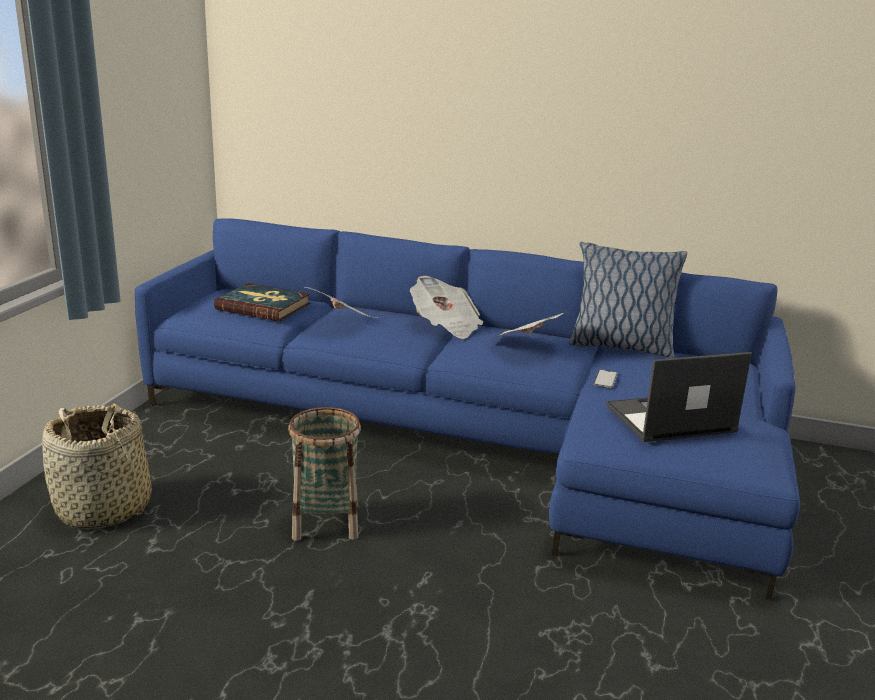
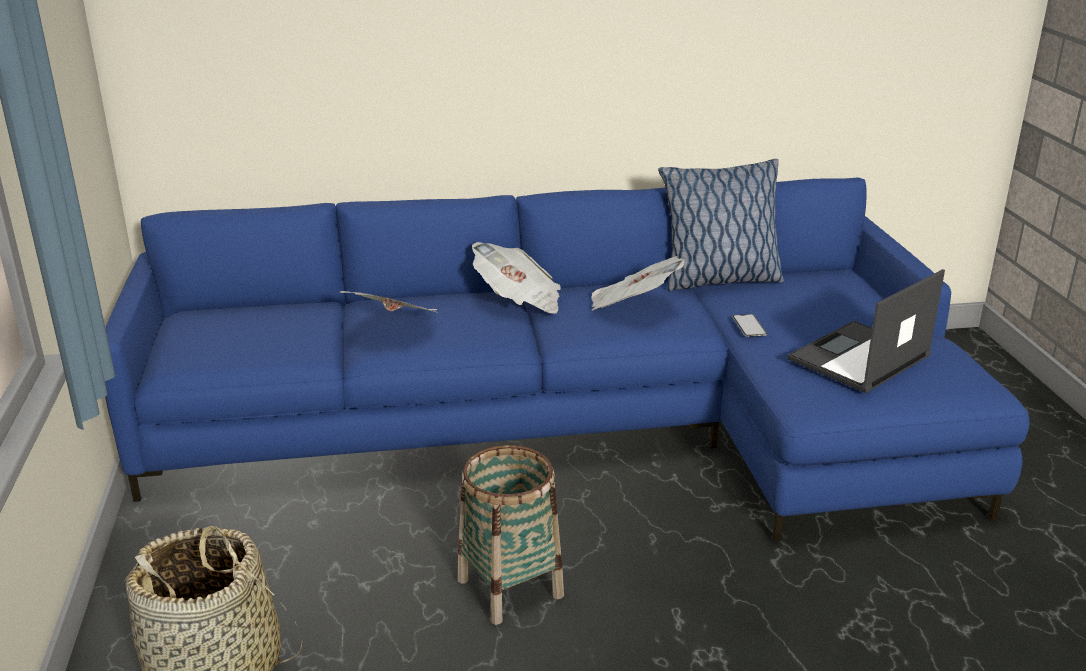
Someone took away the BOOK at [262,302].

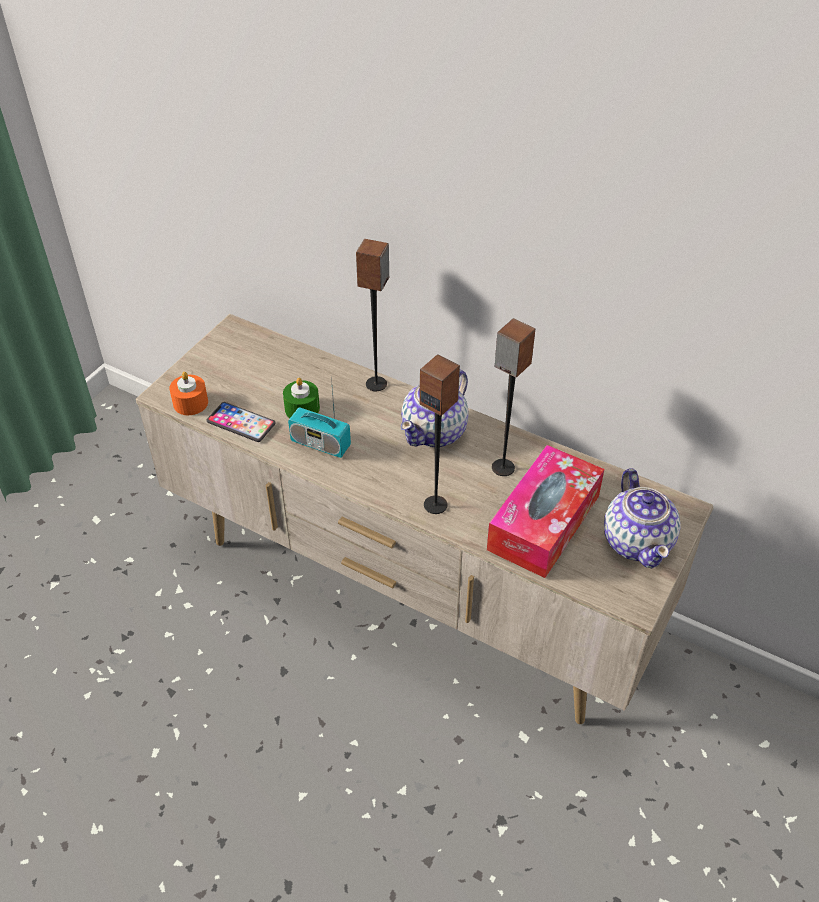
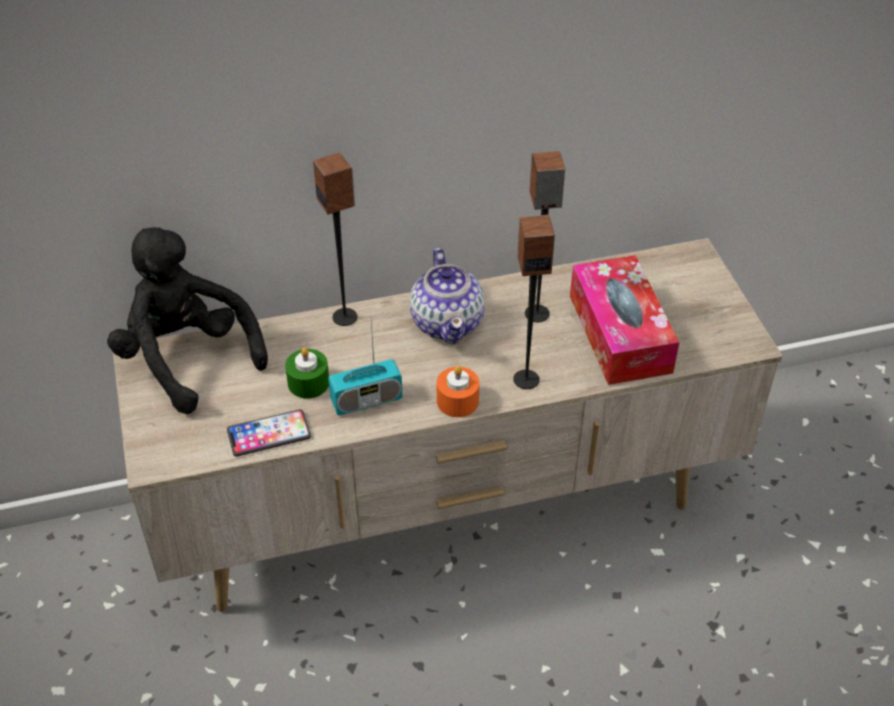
Someone put down the BLACK PLUSH TOY at [187,320].
Someone carried the ORANGE CANDLE from [188,393] to [458,391].
Someone took away the TEAPOT at [642,518].

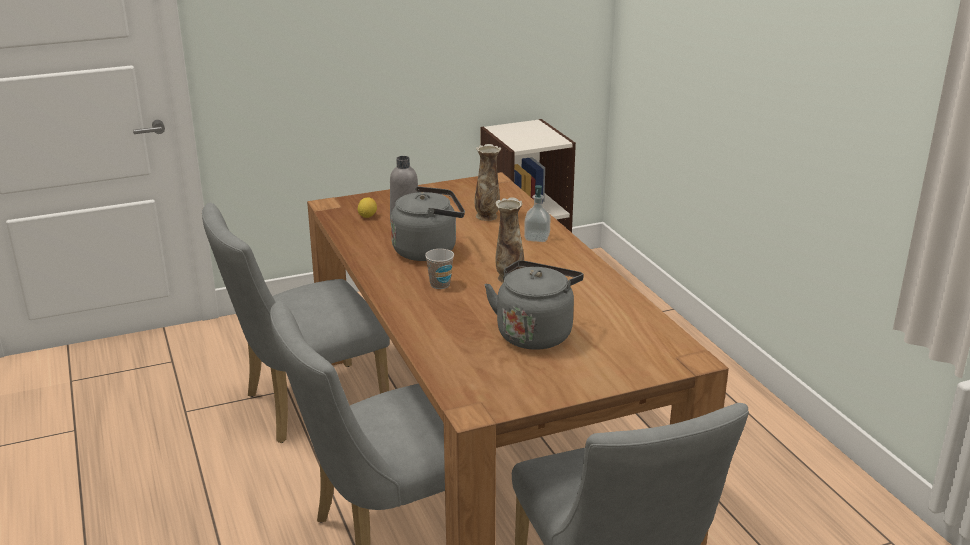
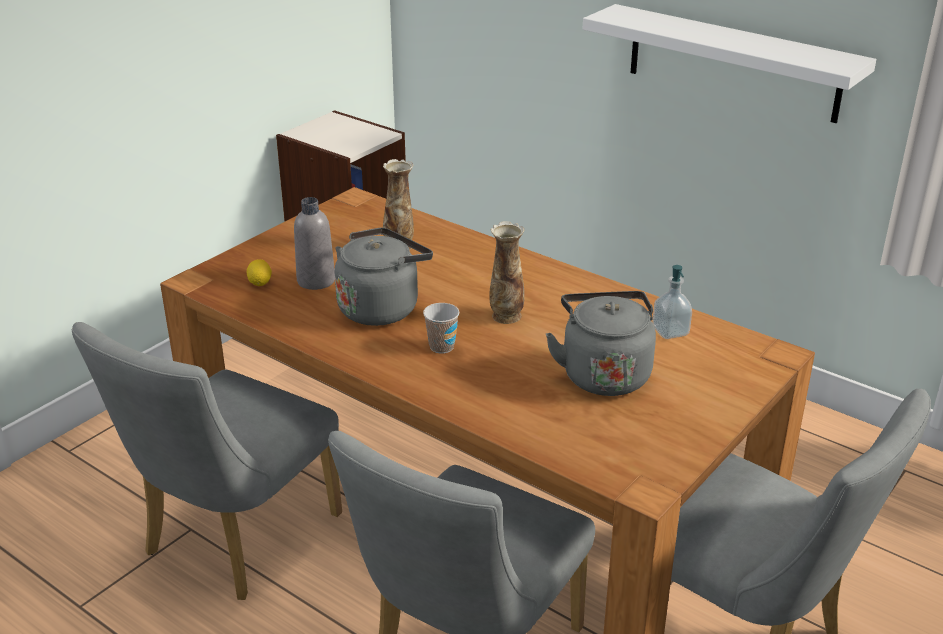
Someone put up the WHITE SHELF at [729,63].
Someone carried the SOAP DISPENSER from [537,213] to [672,302].

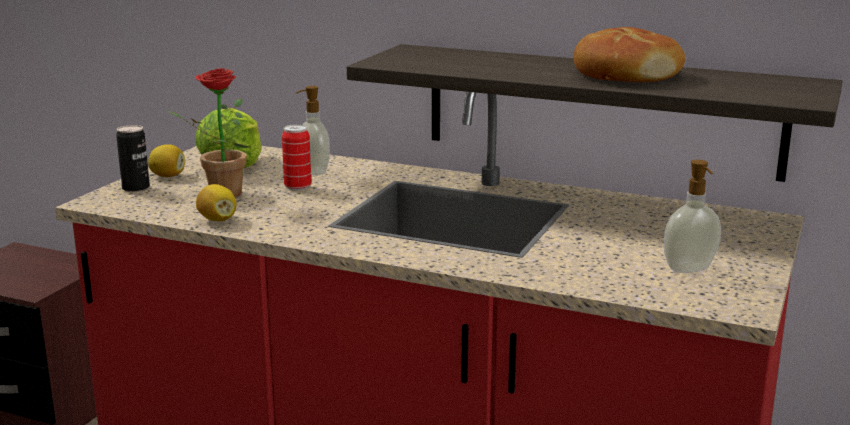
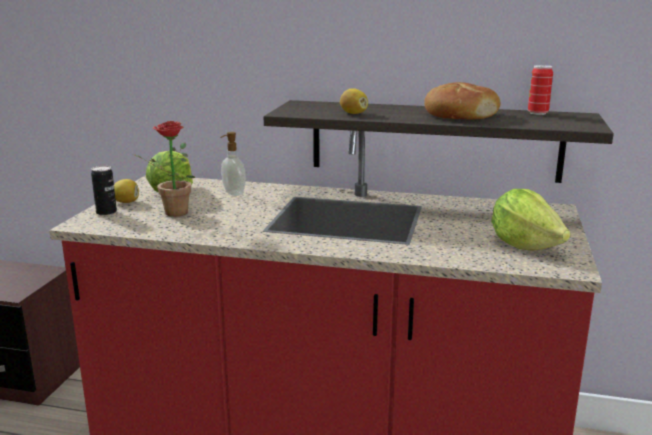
Someone carried the LEMON from [216,202] to [354,101].
Someone swapped the SOAP DISPENSER at [692,216] for the LETTUCE at [531,220].
Someone carried the CAN from [296,157] to [540,90].

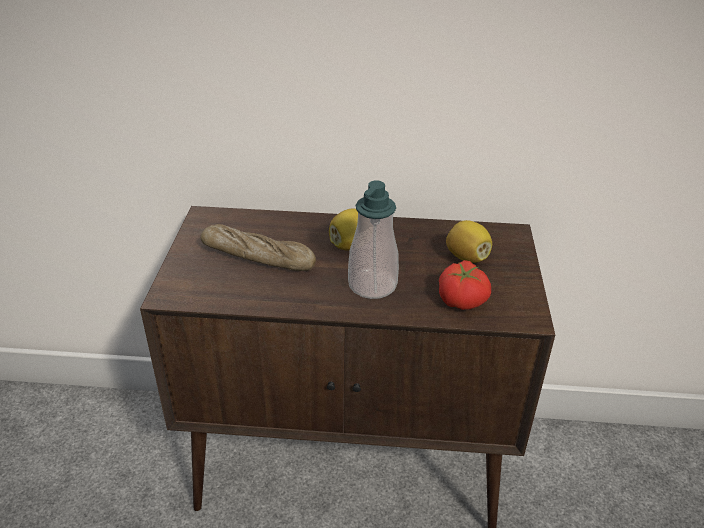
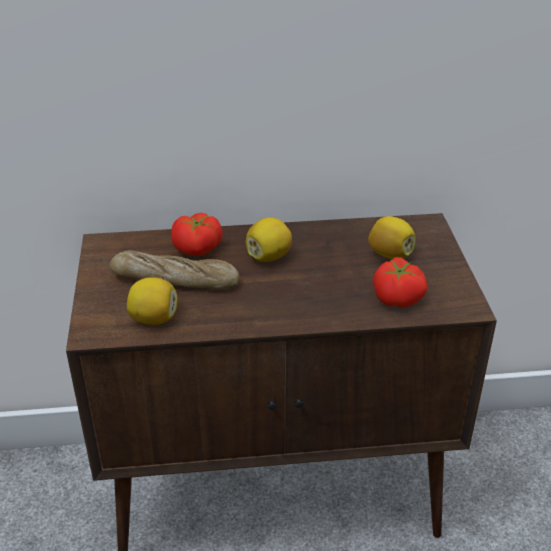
Someone put down the LEMON at [152,301].
Someone put down the TOMATO at [197,234].
Someone took away the SOAP DISPENSER at [373,240].

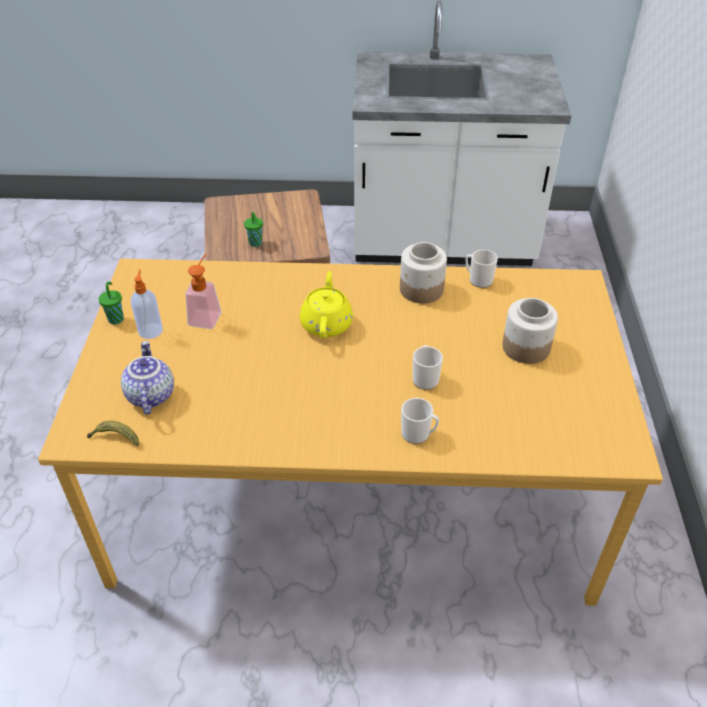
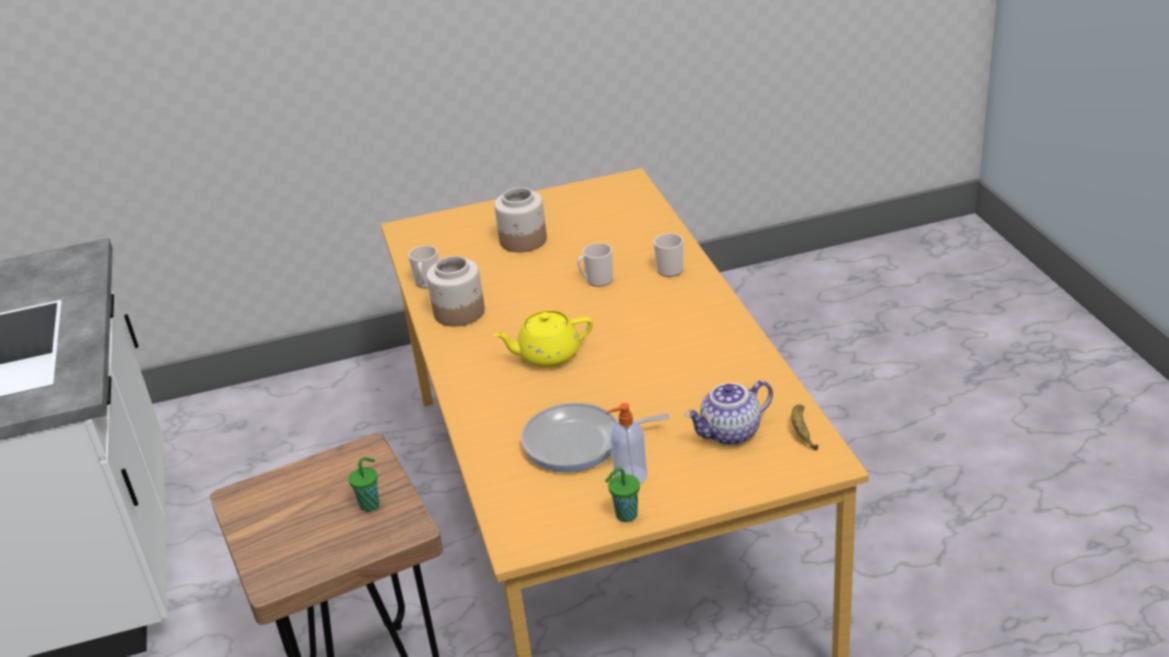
Someone swapped the SOAP DISPENSER at [203,291] for the FRYING PAN at [595,437].

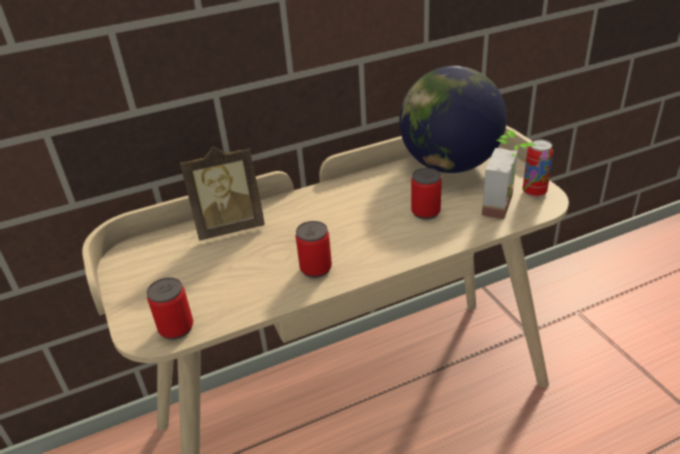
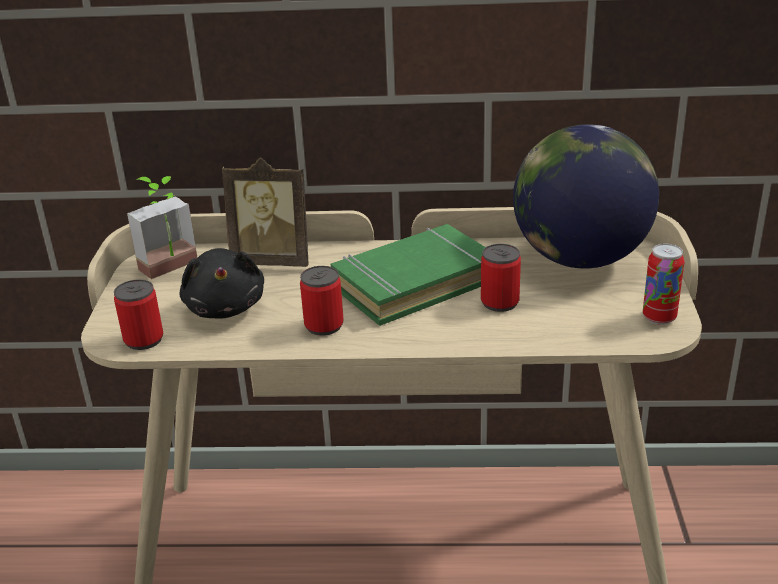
Someone carried the POTTED PLANT from [509,175] to [162,227].
Someone put down the BLACK PLUSH TOY at [222,283].
Someone put down the GREEN BOOK at [408,275].

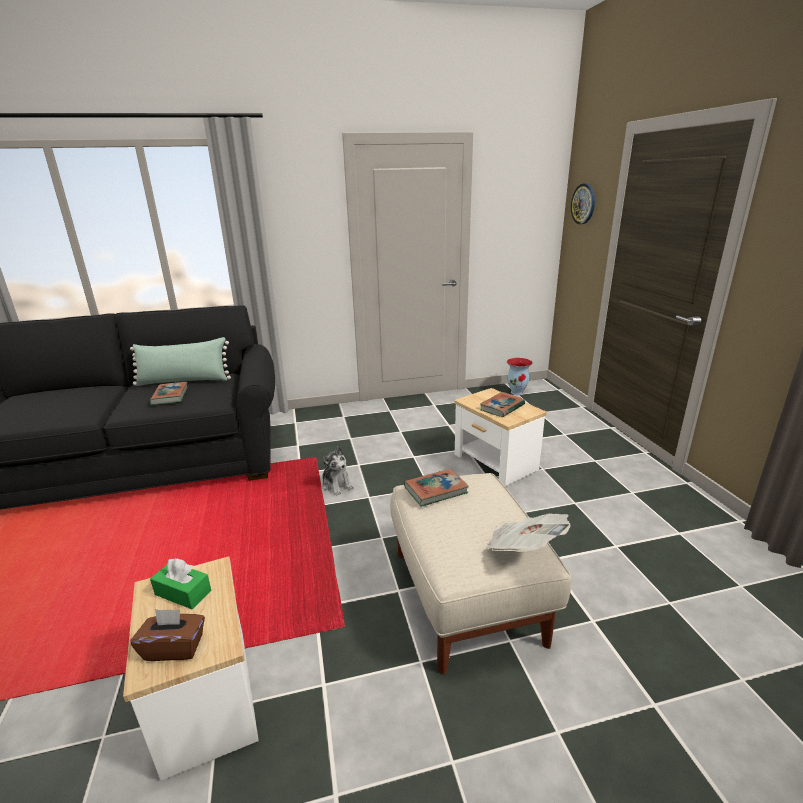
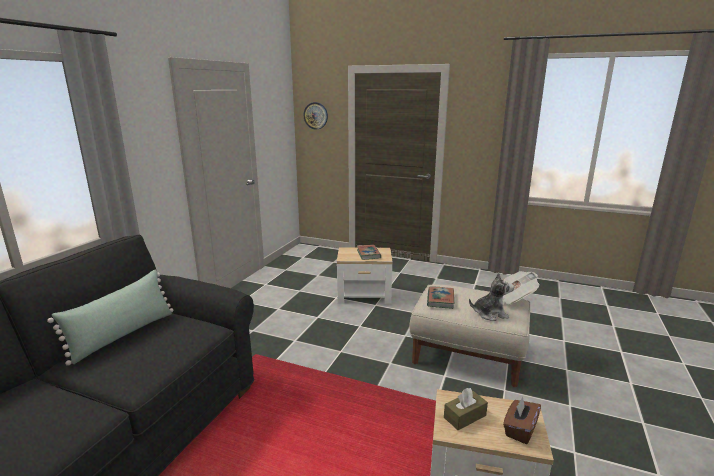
Someone repainted the GREEN TISSUE BOX at [180,583], which became the BROWN TISSUE BOX at [466,409].
Someone carried the PLUSH TOY from [338,471] to [491,296].
Someone took away the BOOK at [168,393].
Someone took away the VASE at [520,376].

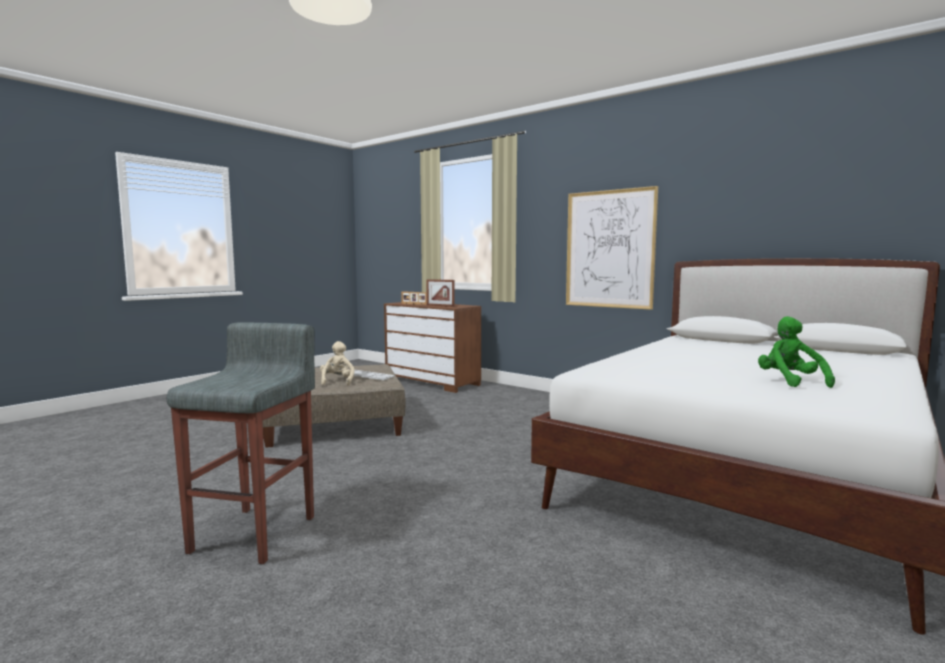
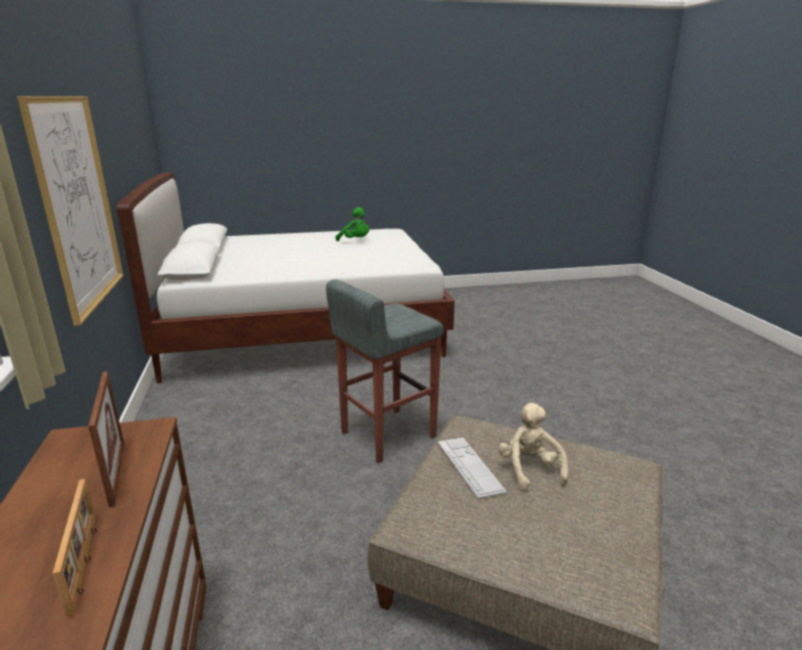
Someone carried the GREY STOOL from [241,443] to [385,371].
Someone rotated the GREEN PLUSH TOY at [796,352] by 90 degrees counterclockwise.
Someone rotated the BEIGE PLUSH TOY at [337,363] by 135 degrees clockwise.

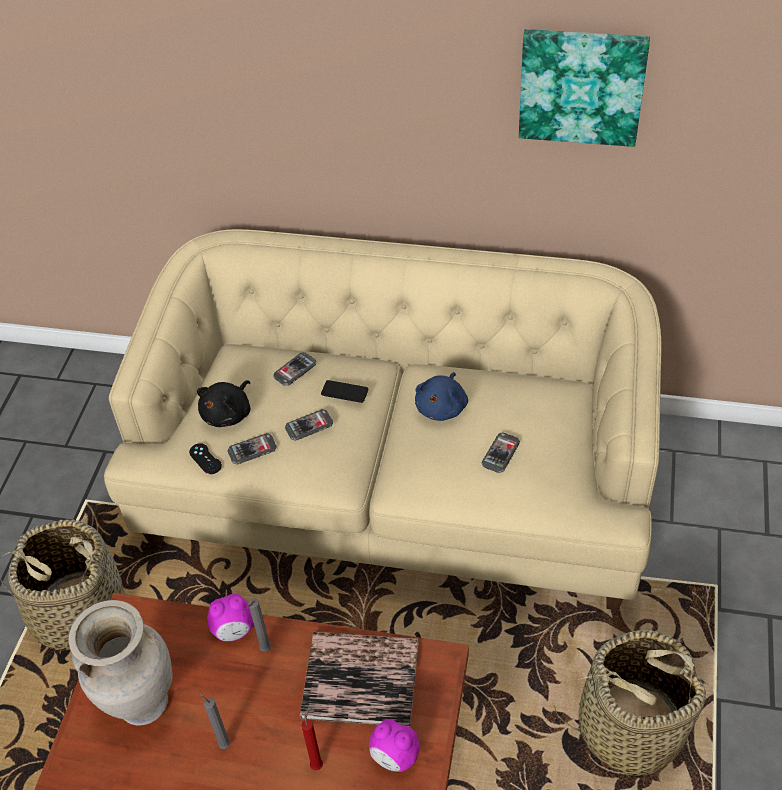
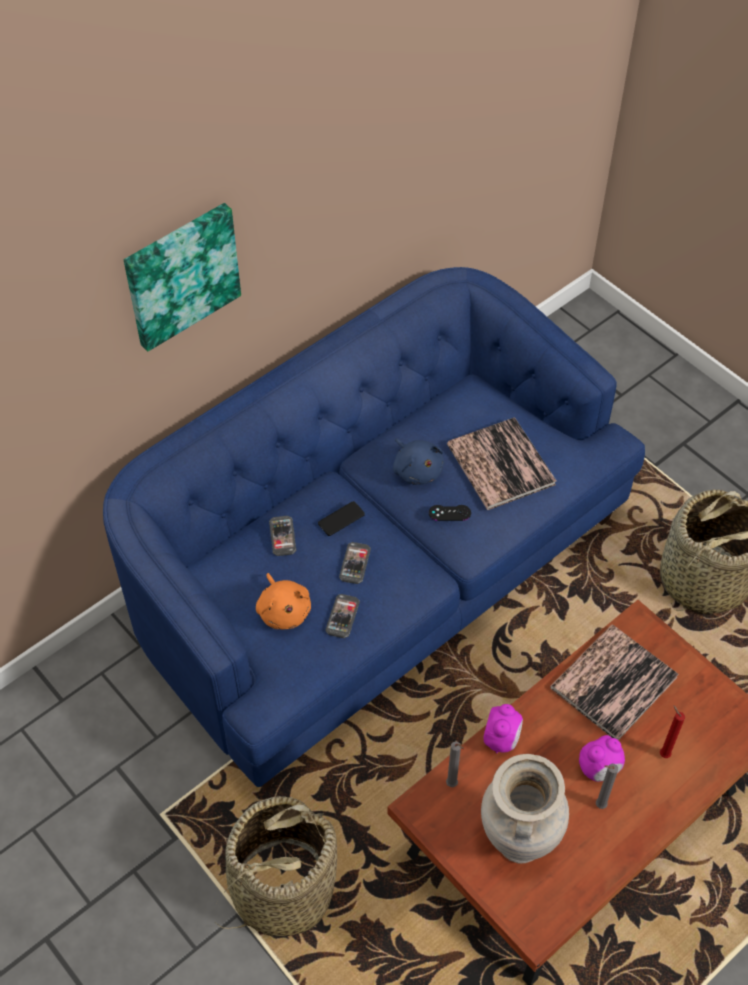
Someone repainted the BEIGE SOFA at [383,419], which became the BLUE SOFA at [374,528].
Someone carried the PICTURE from [584,88] to [182,277].
Someone repainted the BLACK PLUSH TOY at [223,403], which became the ORANGE PLUSH TOY at [283,601].
Someone carried the BLACK GAME CONTROLLER from [205,458] to [450,513].
Someone carried the GREY CANDLE from [259,625] to [455,764].
Someone swapped the PHONE at [501,452] for the BOOK at [501,463].
Someone carried the ALARM CLOCK from [394,745] to [602,758].

